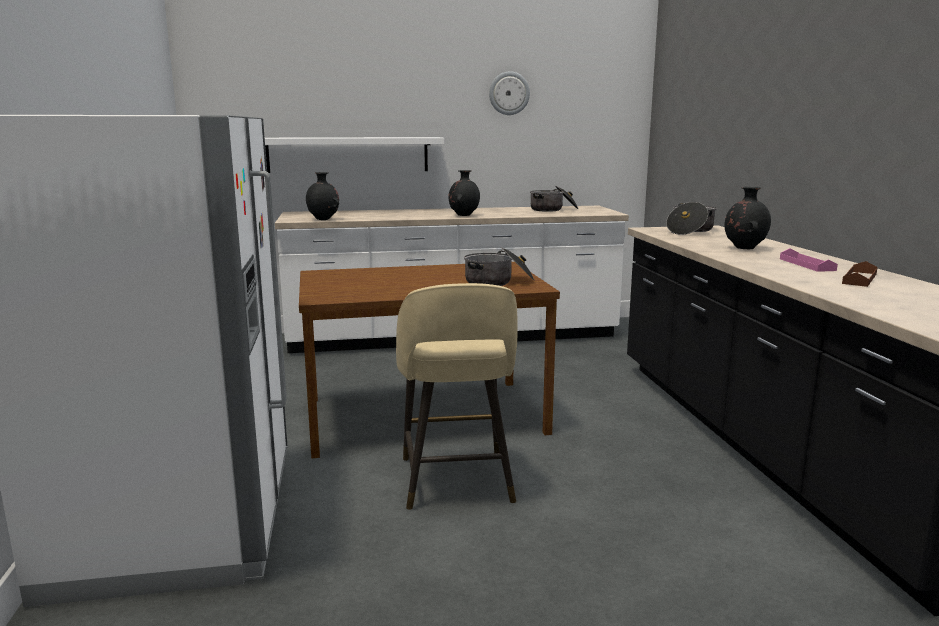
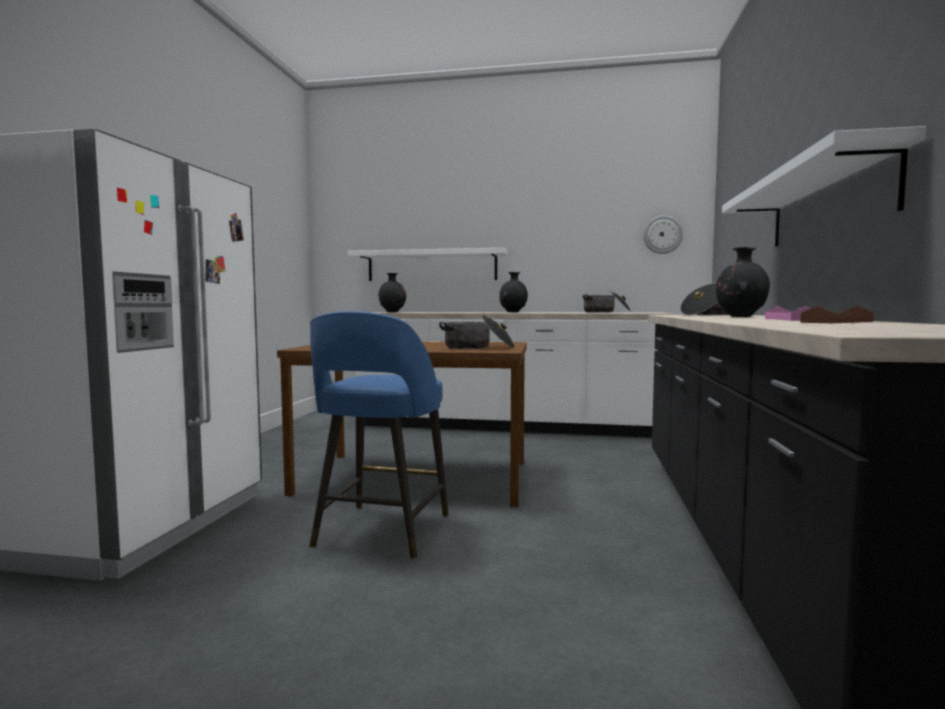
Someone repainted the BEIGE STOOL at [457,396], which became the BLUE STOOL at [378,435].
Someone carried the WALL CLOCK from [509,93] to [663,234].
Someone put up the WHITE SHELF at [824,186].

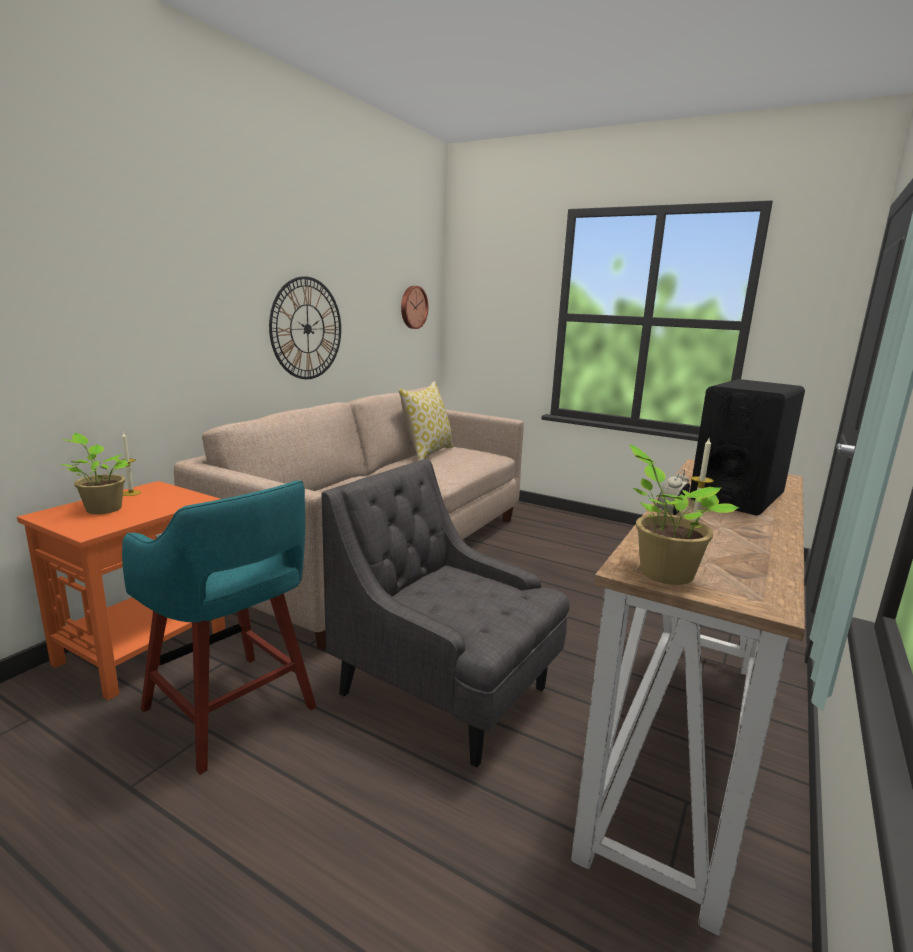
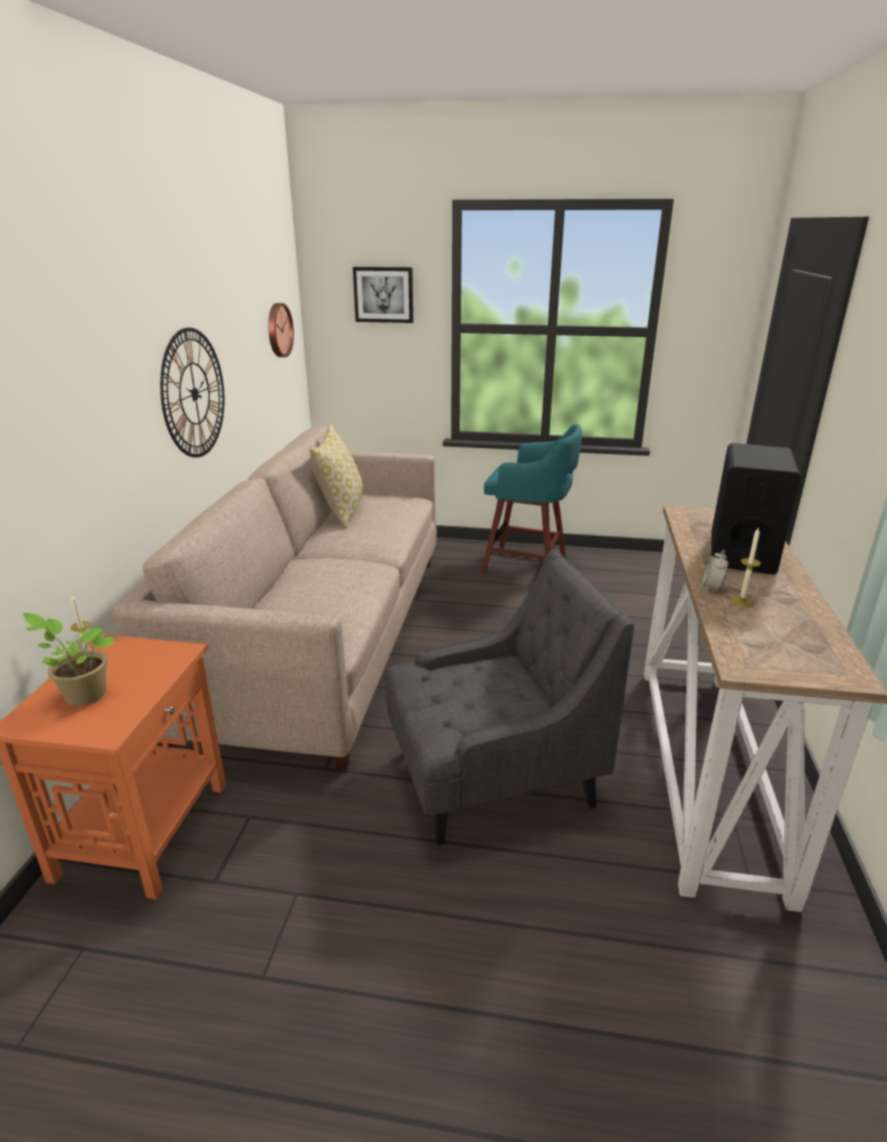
Someone put up the PICTURE at [383,295].
Someone rotated the GREY ARMCHAIR at [445,613] by 150 degrees clockwise.
Someone carried the TURQUOISE STOOL from [219,628] to [531,499].
Someone took away the POTTED PLANT at [684,514].

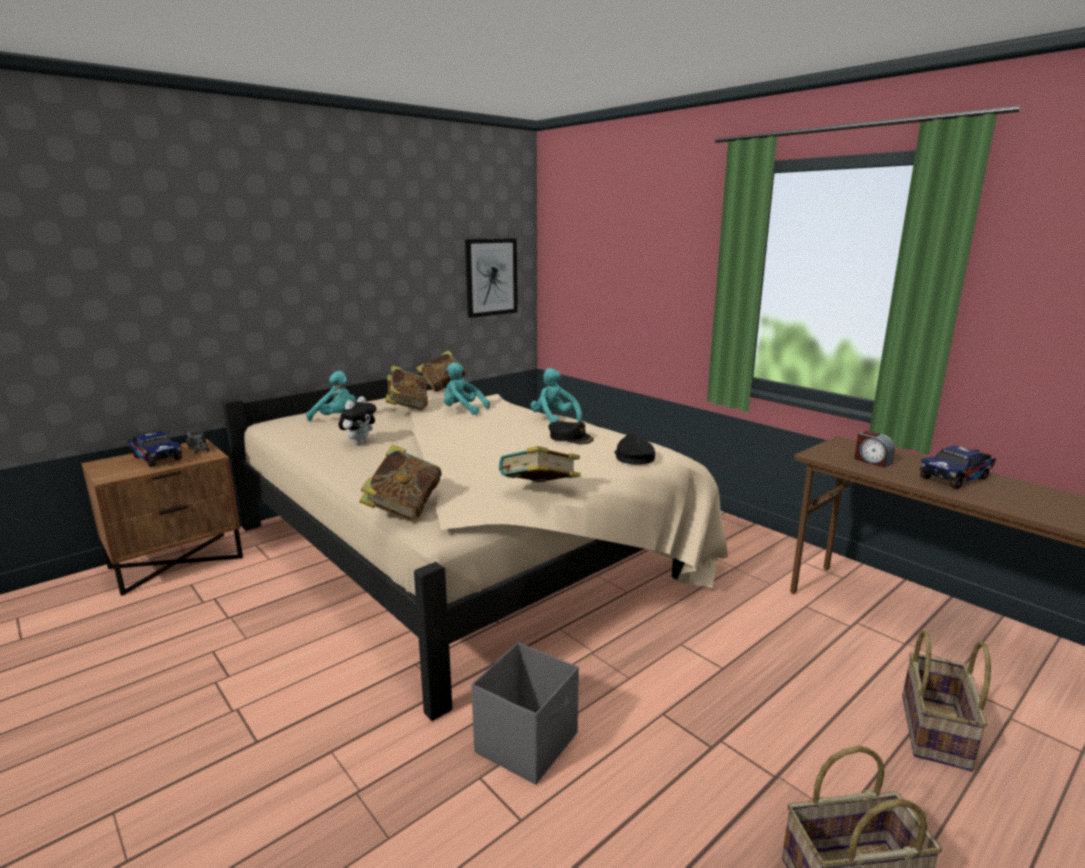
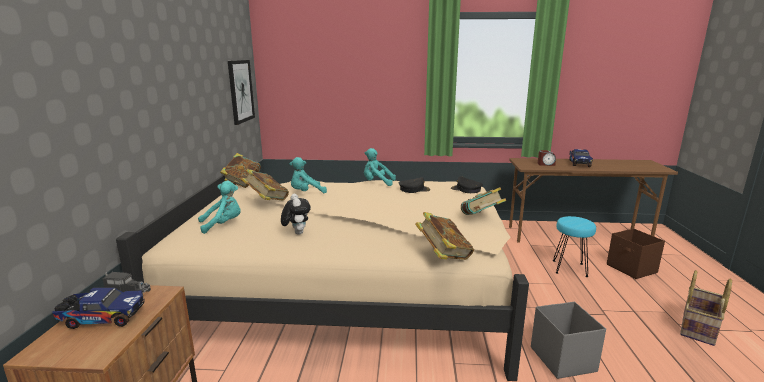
Someone put down the TURQUOISE STOOL at [574,246].
Someone swapped the BASKET at [946,701] for the BROWN STORAGE BOX at [636,254].

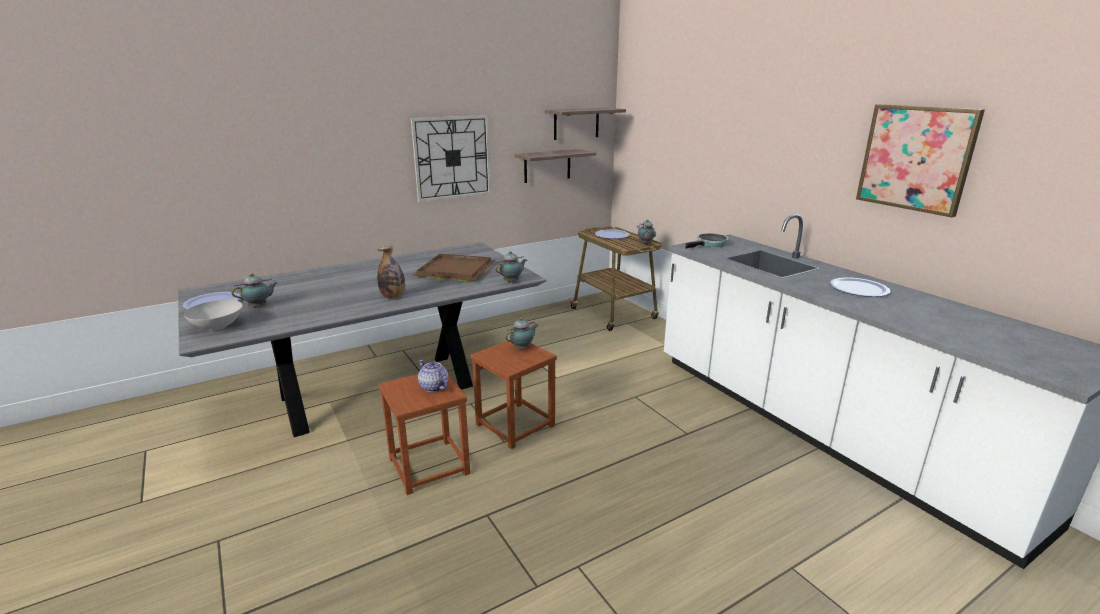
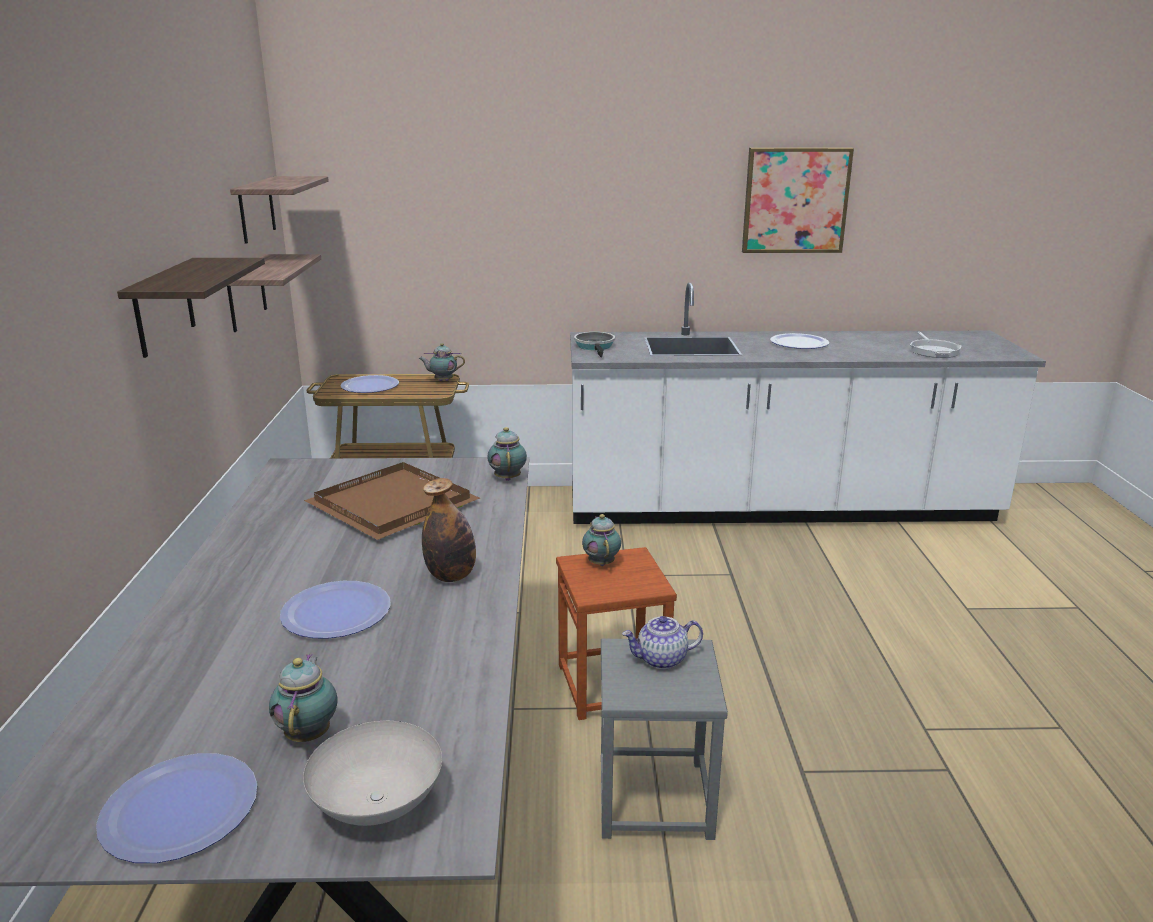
Someone swapped the WALL CLOCK at [451,158] for the SHELF at [191,308].
Someone put down the PLATE at [335,610].
Someone repainted the BROWN STOOL at [424,434], which became the GREY STOOL at [664,739].
Someone put down the FRYING PAN at [936,345].

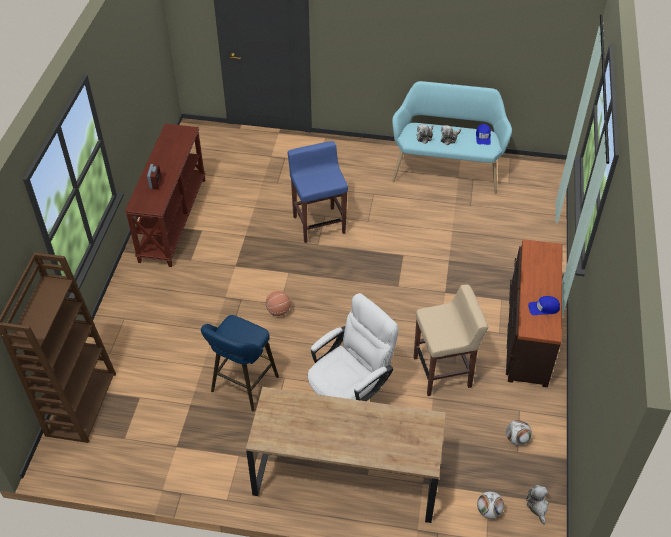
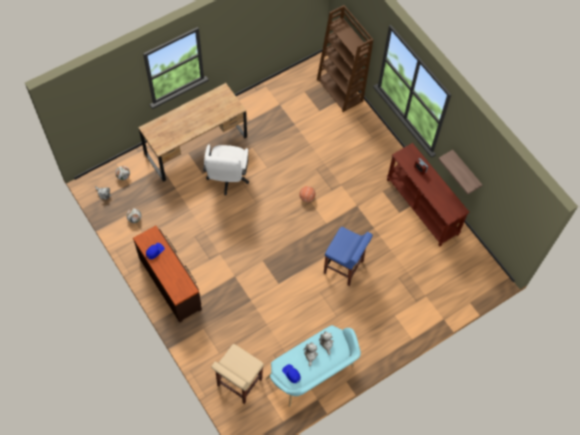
Someone carried the BEIGE STOOL from [451,340] to [237,374].
Someone put up the SHELF at [460,172].
Someone took away the BLUE STOOL at [240,363].

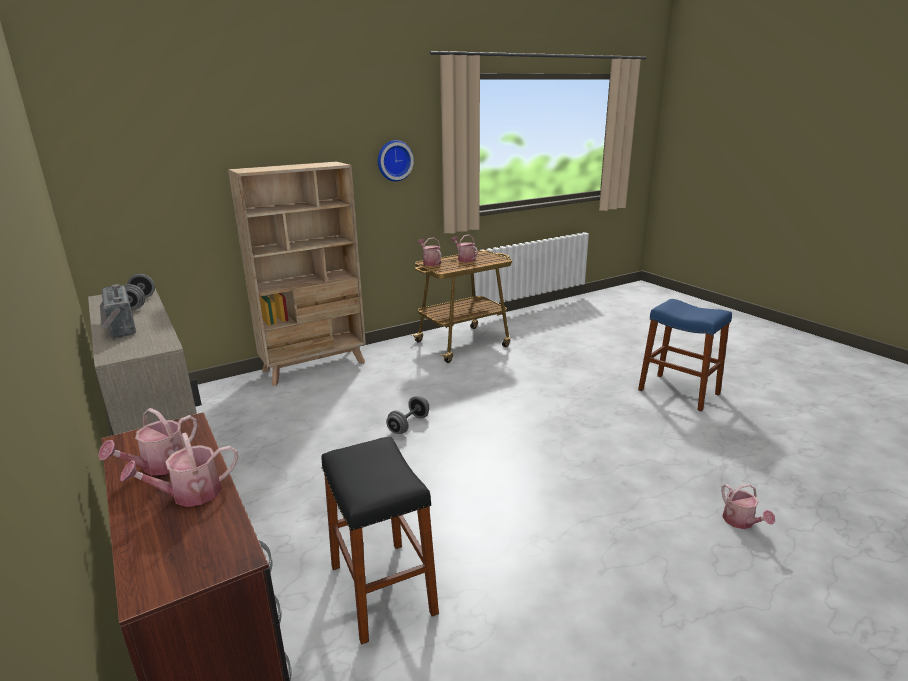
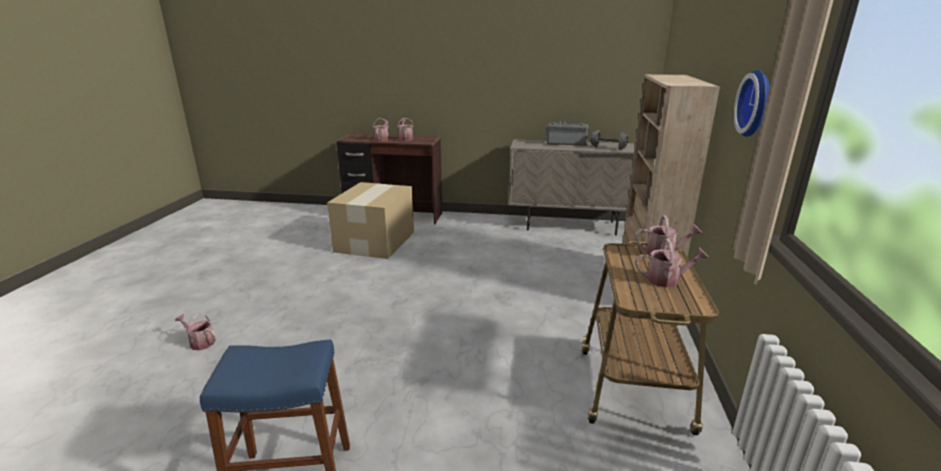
Someone swapped the BLACK STOOL at [380,540] for the CARDBOARD BOX at [370,220].
Someone took away the GREY DUMBBELL at [408,415].

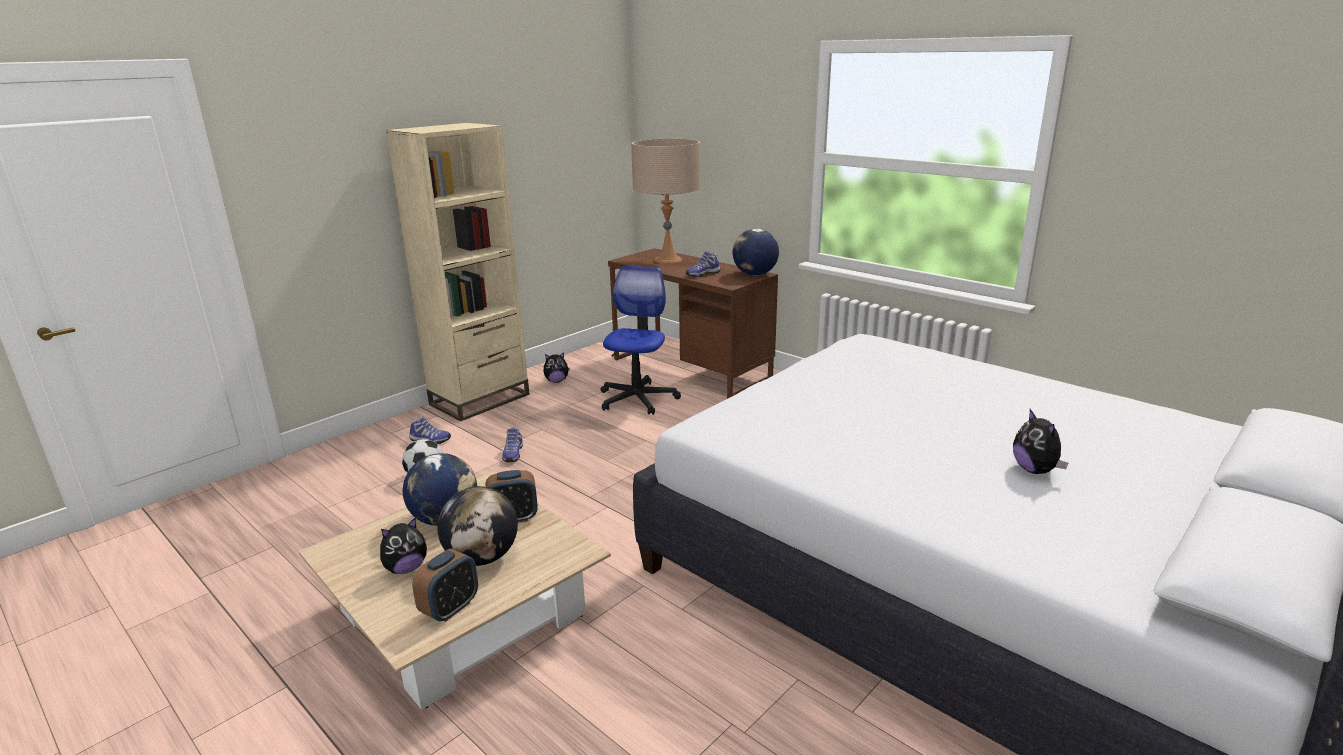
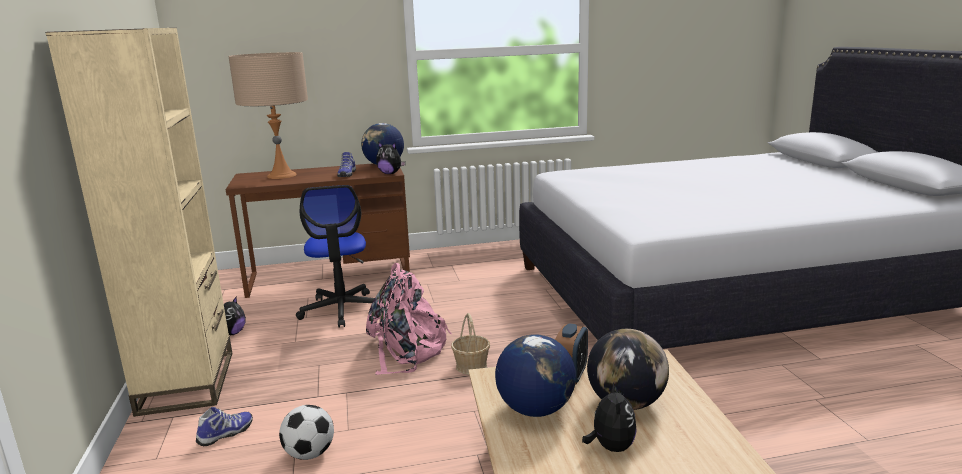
Someone rotated the OFFICE CHAIR at [641,340] by 150 degrees counterclockwise.
Someone put down the PINK BACKPACK at [409,319].
Someone carried the PLUSH TOY from [1040,441] to [391,158].
Someone put down the BASKET at [470,344].
Someone took away the ALARM CLOCK at [445,585].
Someone took away the SHOE at [512,444].

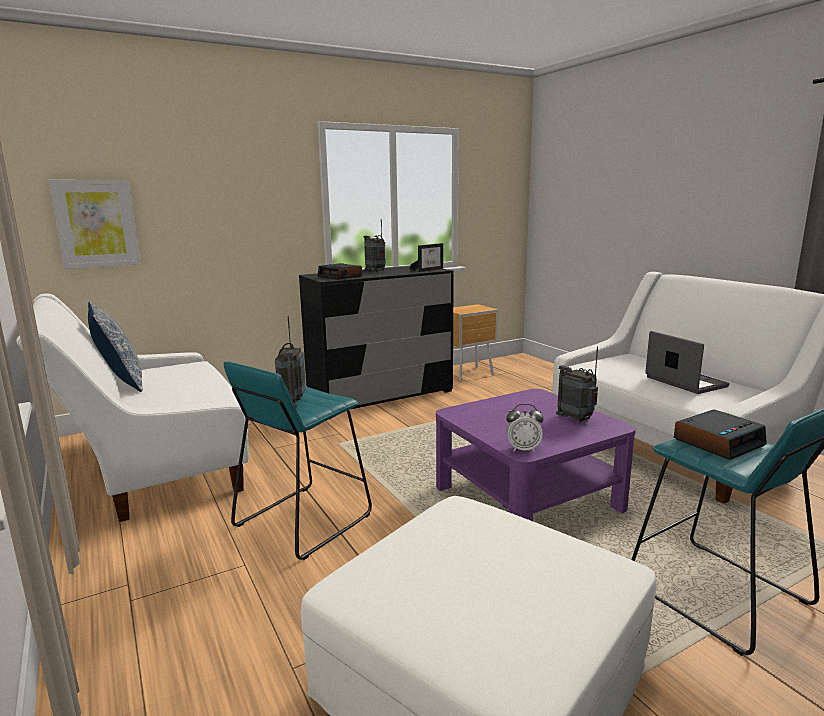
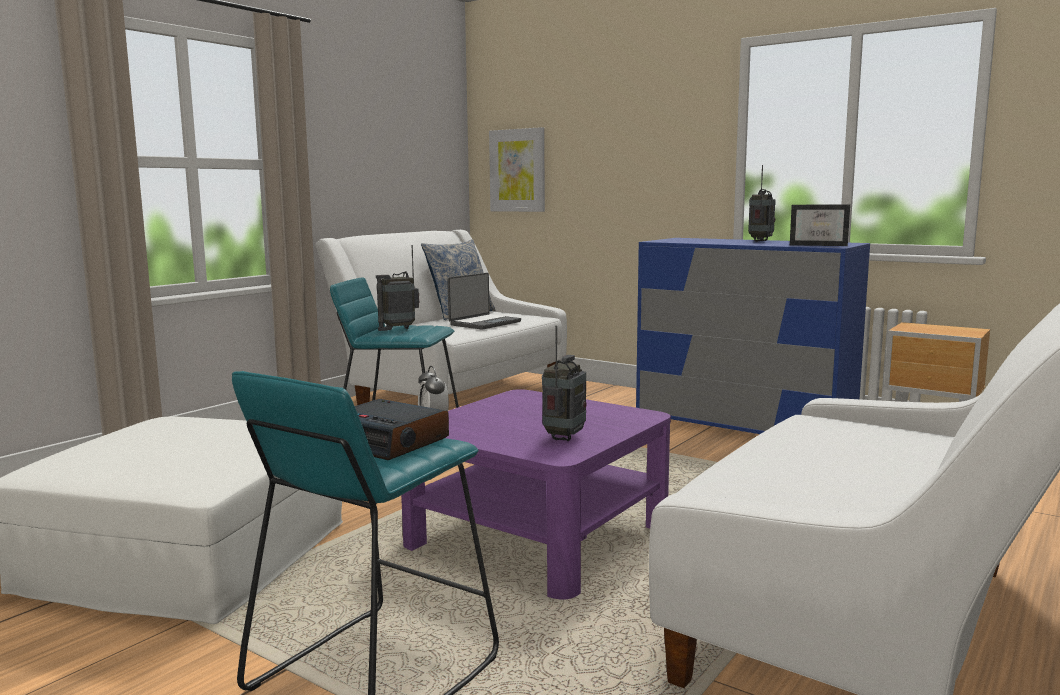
Someone carried the LAPTOP from [687,362] to [484,301].
Someone repainted the BLACK DRESSER at [376,337], which became the BLUE DRESSER at [753,336].
Someone took away the ALARM CLOCK at [340,271].

